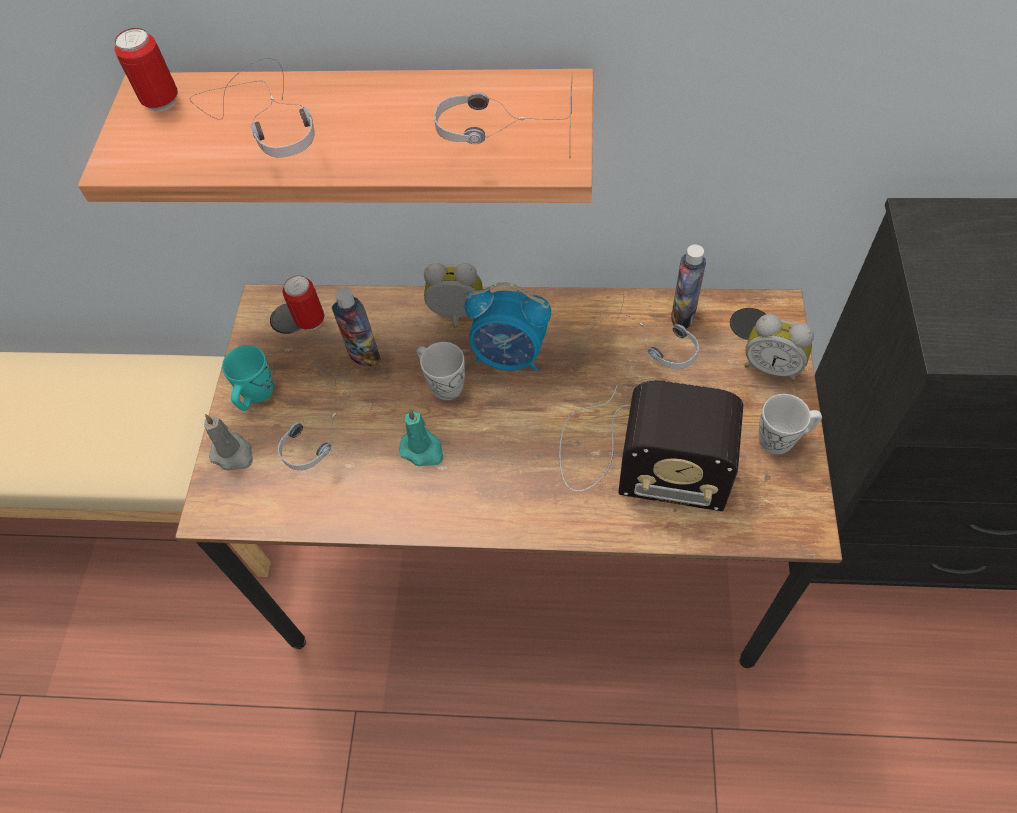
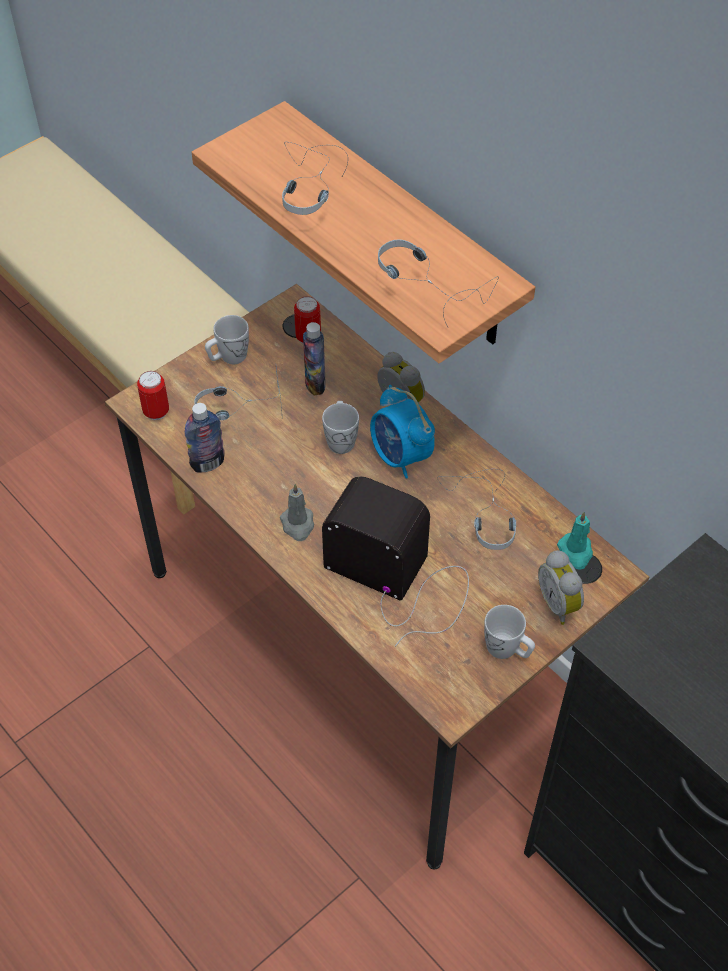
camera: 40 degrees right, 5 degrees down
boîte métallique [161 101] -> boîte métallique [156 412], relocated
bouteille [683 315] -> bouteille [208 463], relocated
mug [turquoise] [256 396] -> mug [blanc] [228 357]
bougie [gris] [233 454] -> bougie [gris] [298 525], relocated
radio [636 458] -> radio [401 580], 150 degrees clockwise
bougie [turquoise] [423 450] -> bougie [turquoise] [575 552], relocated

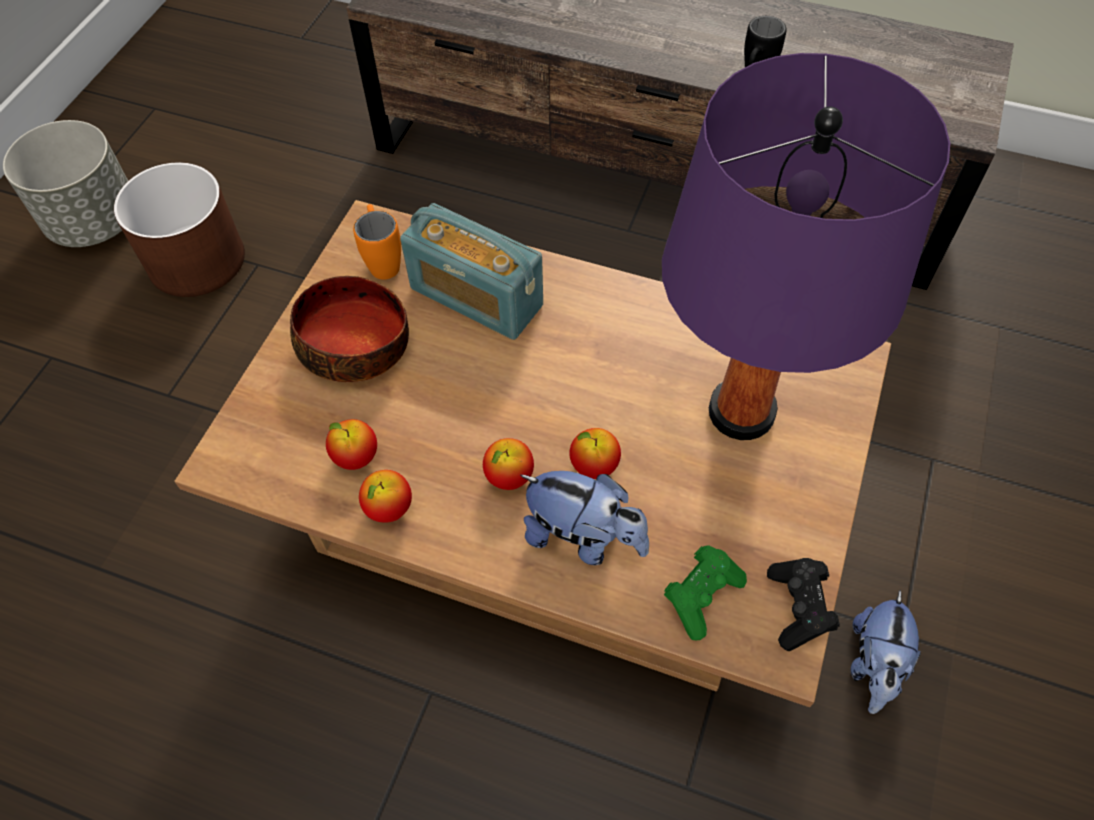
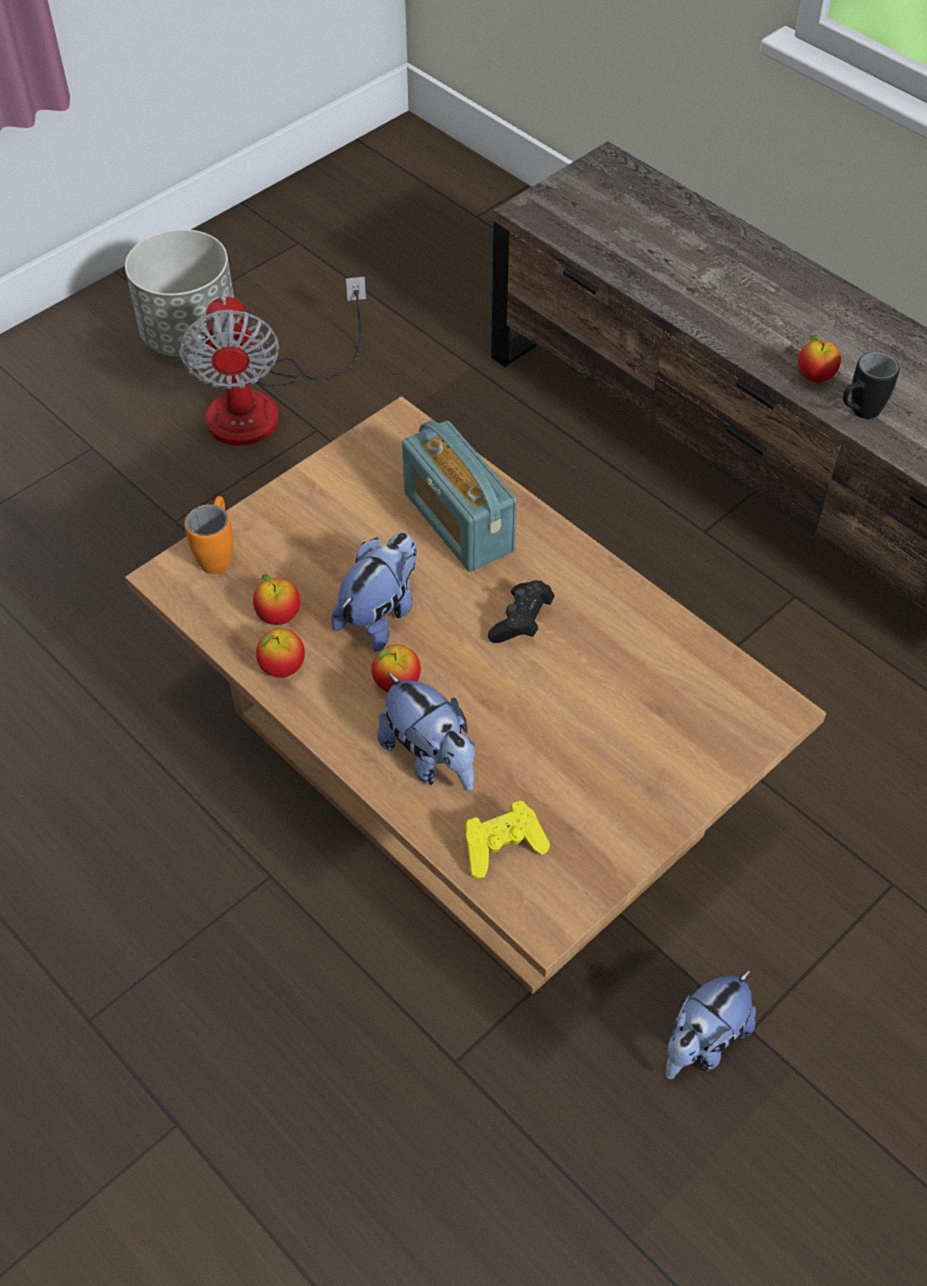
camera: 25 degrees right, 5 degrees down
cache-pot [marron] [197 259] -> ventilateur [264 405]
mug [orange] [383 260] -> mug [orange] [218 554], relocated
none -> peluche [380 615]
manette [vert] [701 596] -> manette [jaune] [502 847]
manette [noir] [798 608] -> manette [noir] [521 622], relocated
pomme [594 466] -> pomme [815 376], relocated
bol [356 345] -> none
lampe de table [violet] [742 412] -> none

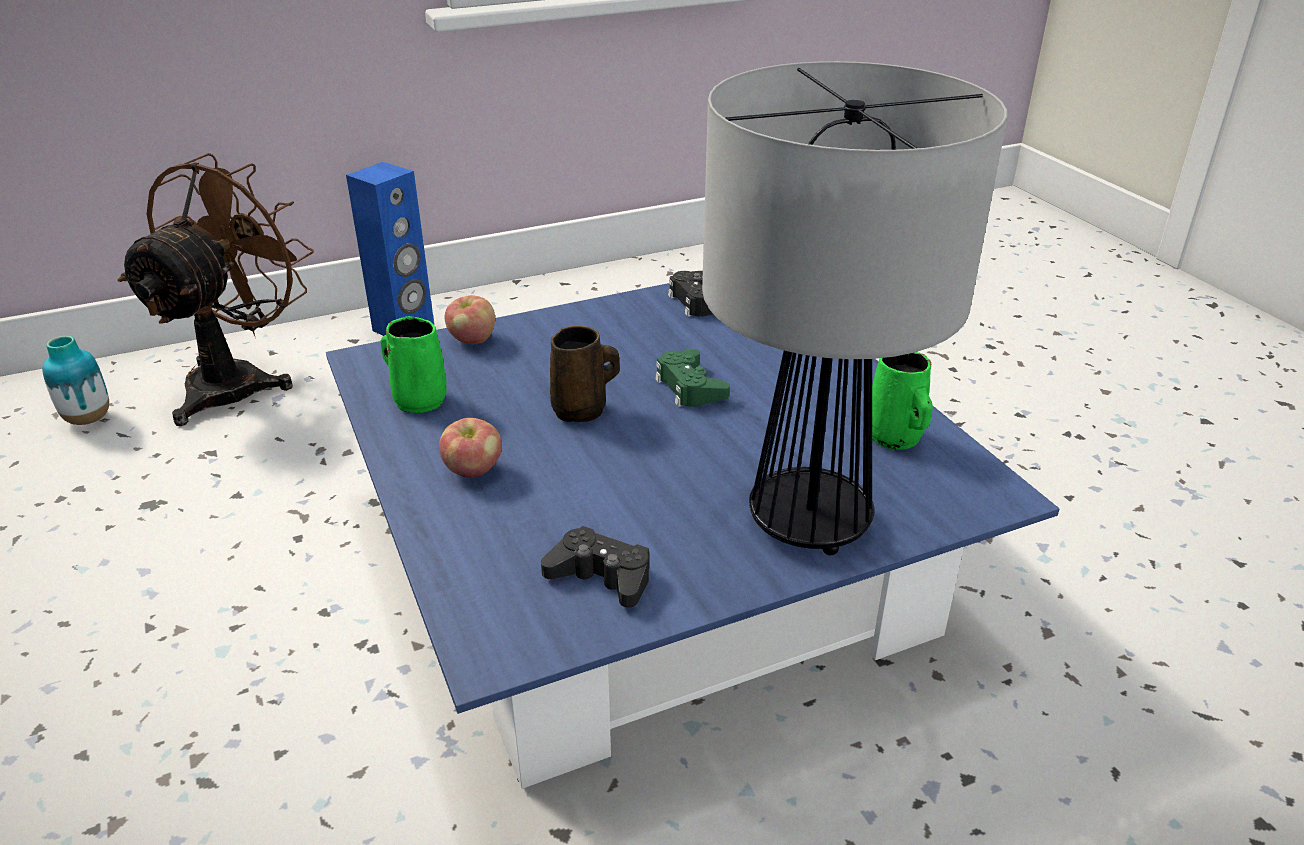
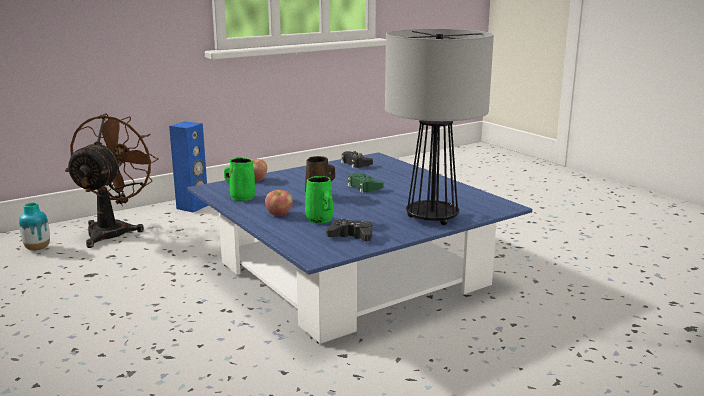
camera: 10 degrees left, 15 degrees down
mug [vert] [895 438] -> mug [vert] [320 220], relocated

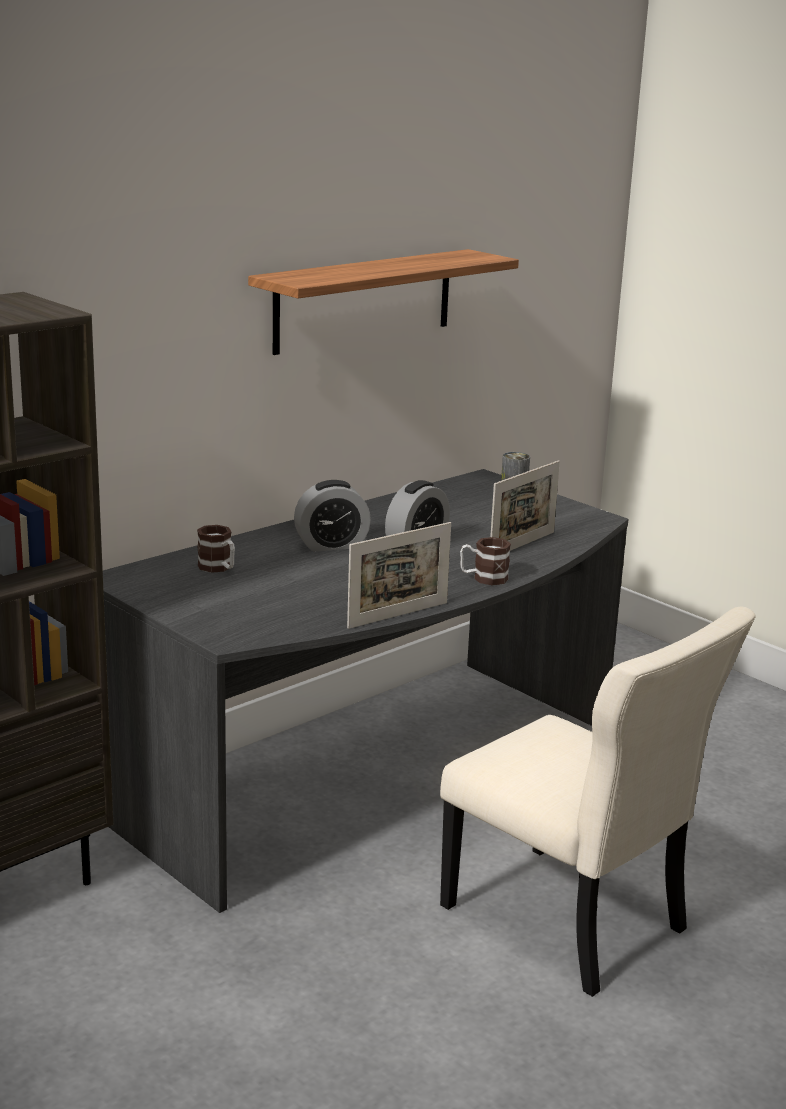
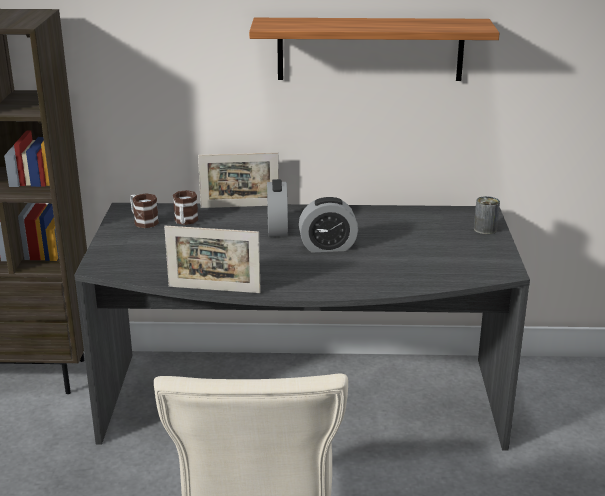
camera: 45 degrees right, 5 degrees up
mug [483 578] -> mug [143 221], relocated
cadre photo [522 545] -> cadre photo [240 206], relocated
réveil [331 545] -> réveil [277 228], 60 degrees clockwise

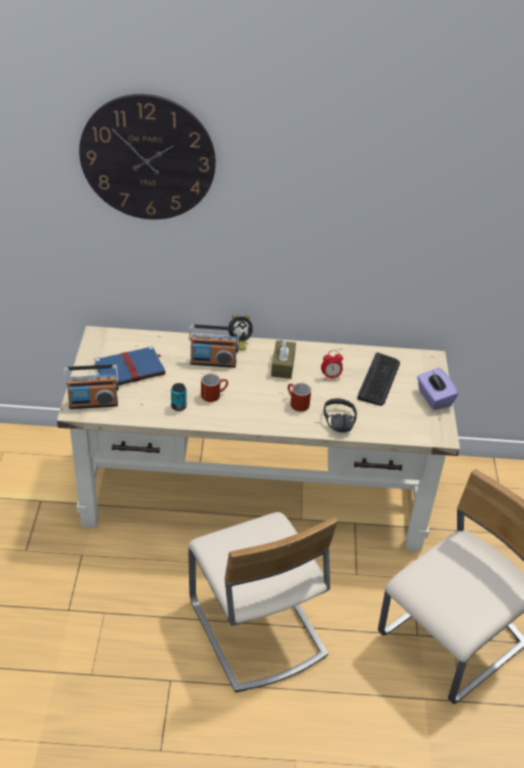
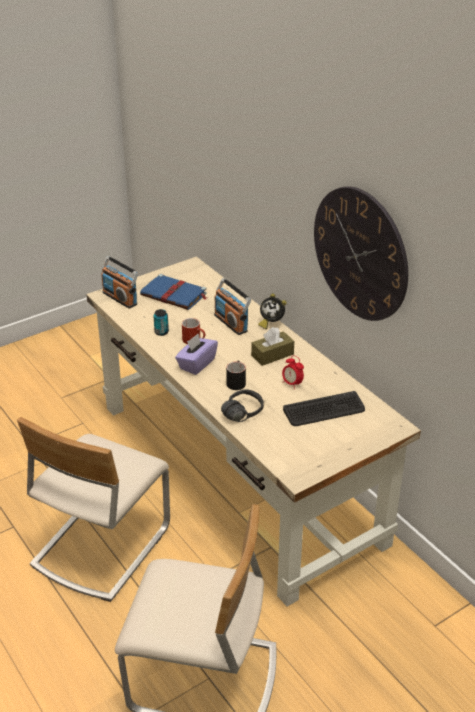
camera: 55 degrees right, 5 degrees down
boîte à mouchoirs [violet] [434 398] -> boîte à mouchoirs [violet] [196 364], relocated
mug [rouge] [296 403] -> mug [noir] [236 381]
horloge murale [147 158] -> horloge murale [360 254], relocated

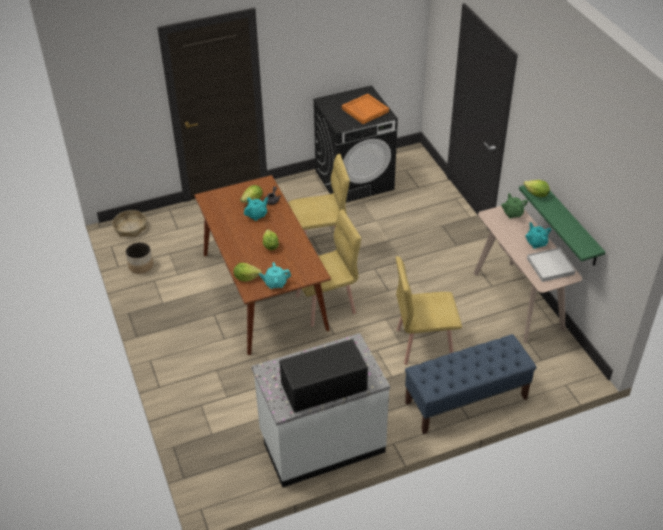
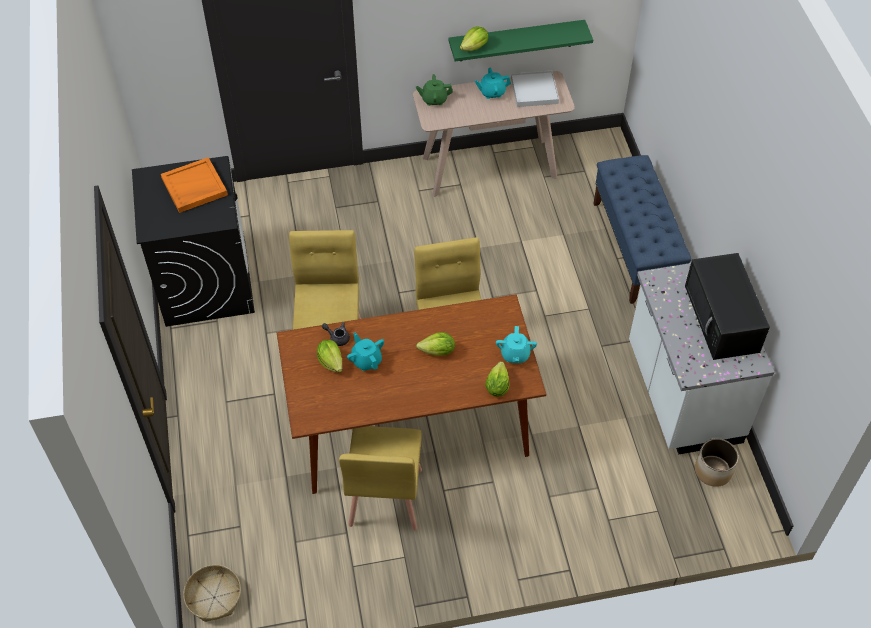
camera: 80 degrees left, 10 degrees up
chaise [jaune] [423 344] -> chaise [jaune] [384 497], relocated
cache-pot [141 266] -> cache-pot [713 470], relocated

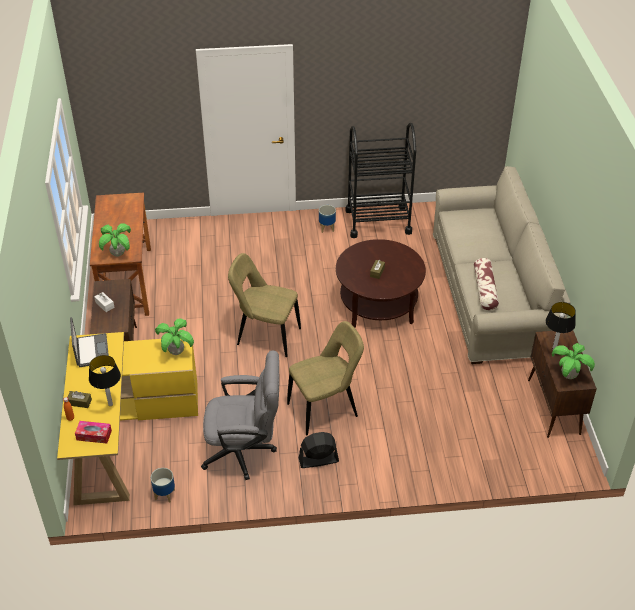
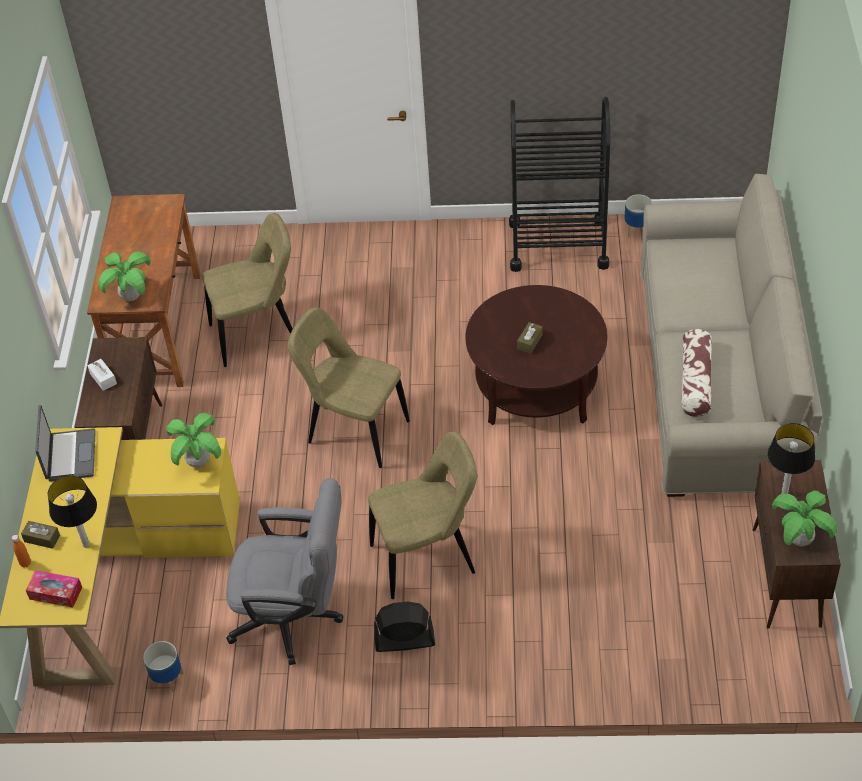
camera: 10 degrees right, 5 degrees up
none -> chaise [beige] [259 335]
cache-pot [327 228] -> cache-pot [637 230], relocated

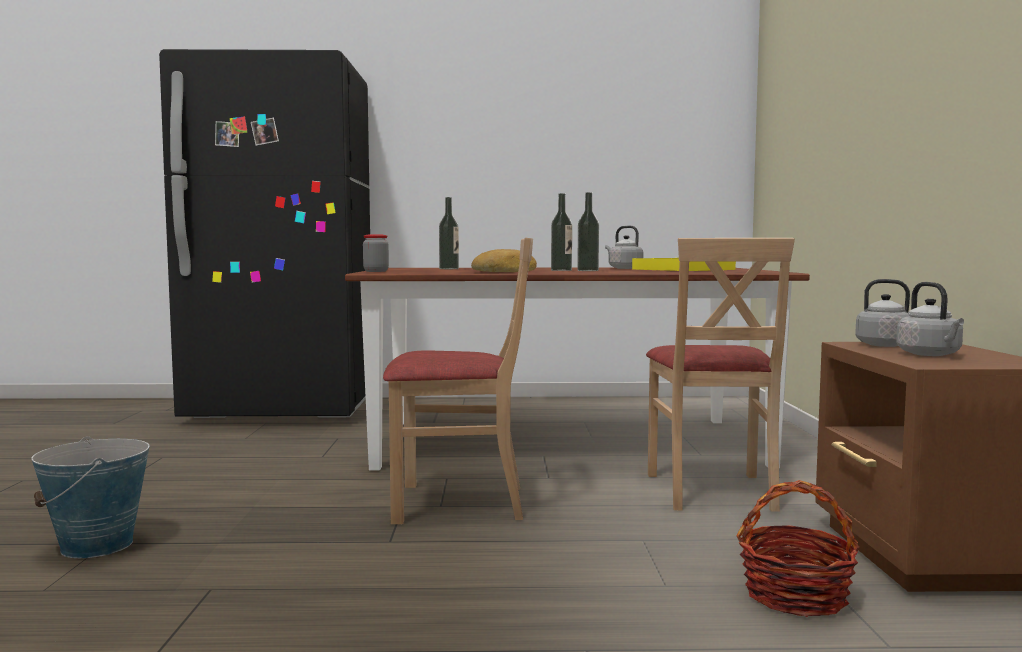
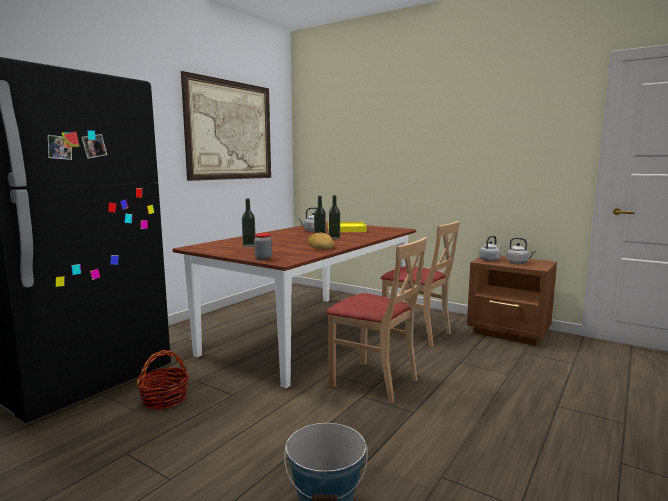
camera: 55 degrees left, 5 degrees up
panier [796 596] -> panier [164 399], relocated
none -> tableau [230 130]
chaise [beige] [459 503] -> chaise [beige] [374 381], 90 degrees clockwise

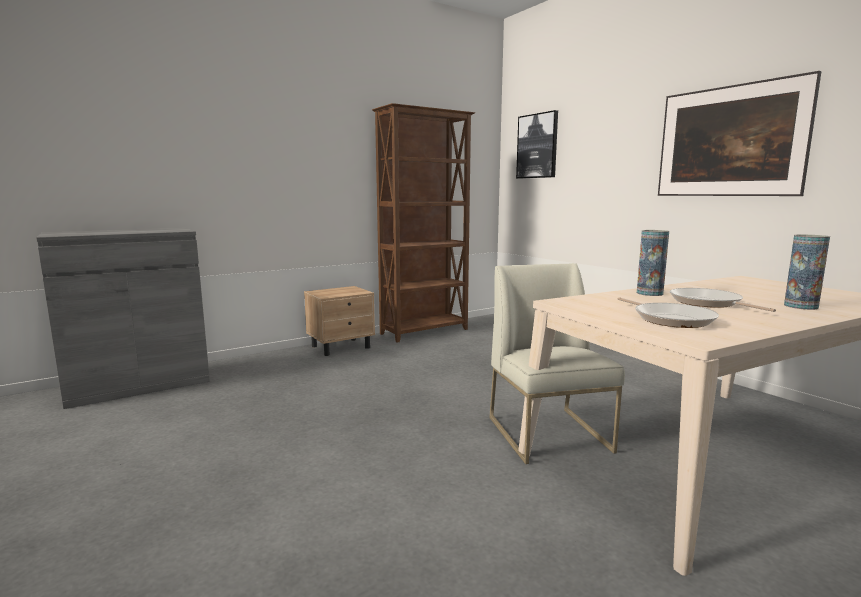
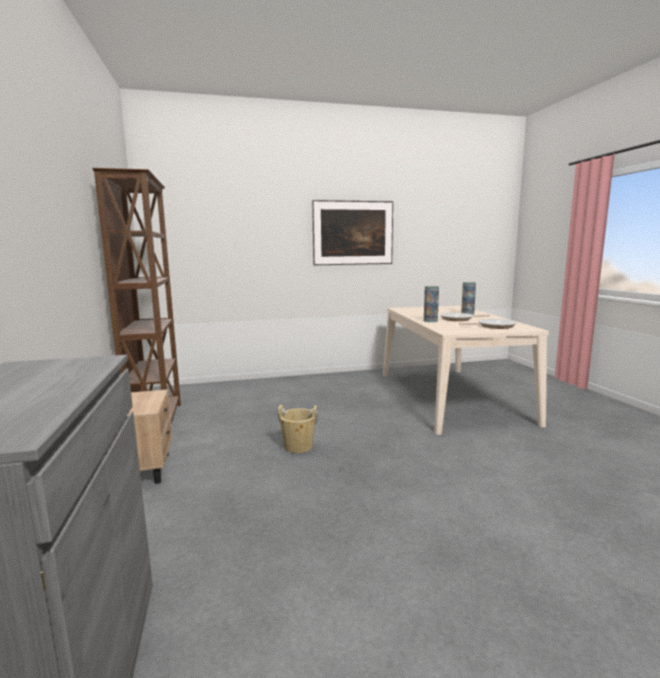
camera: 70 degrees left, 0 degrees up
none -> seau [beige] [298 446]
chaise [blanc] [549 434] -> none
tableau [537 146] -> none

